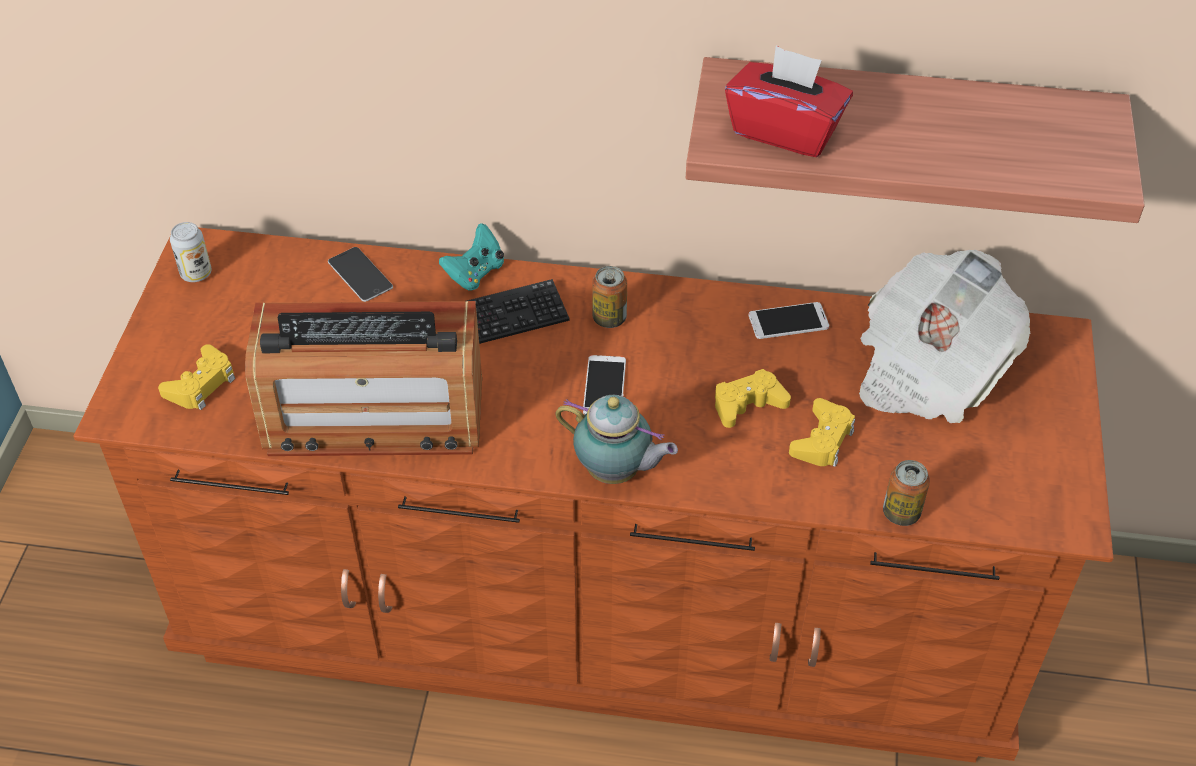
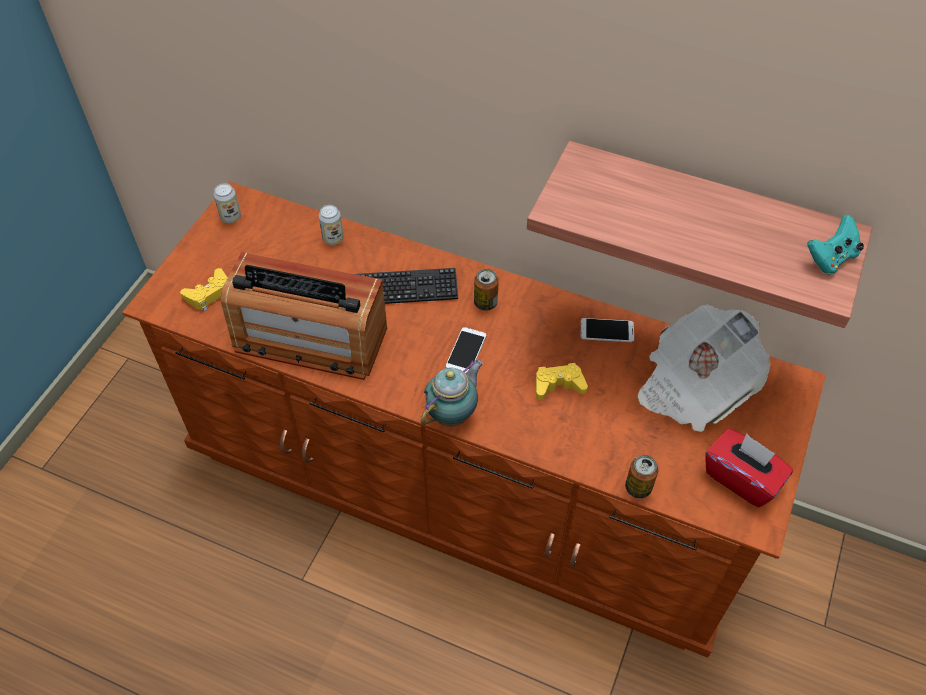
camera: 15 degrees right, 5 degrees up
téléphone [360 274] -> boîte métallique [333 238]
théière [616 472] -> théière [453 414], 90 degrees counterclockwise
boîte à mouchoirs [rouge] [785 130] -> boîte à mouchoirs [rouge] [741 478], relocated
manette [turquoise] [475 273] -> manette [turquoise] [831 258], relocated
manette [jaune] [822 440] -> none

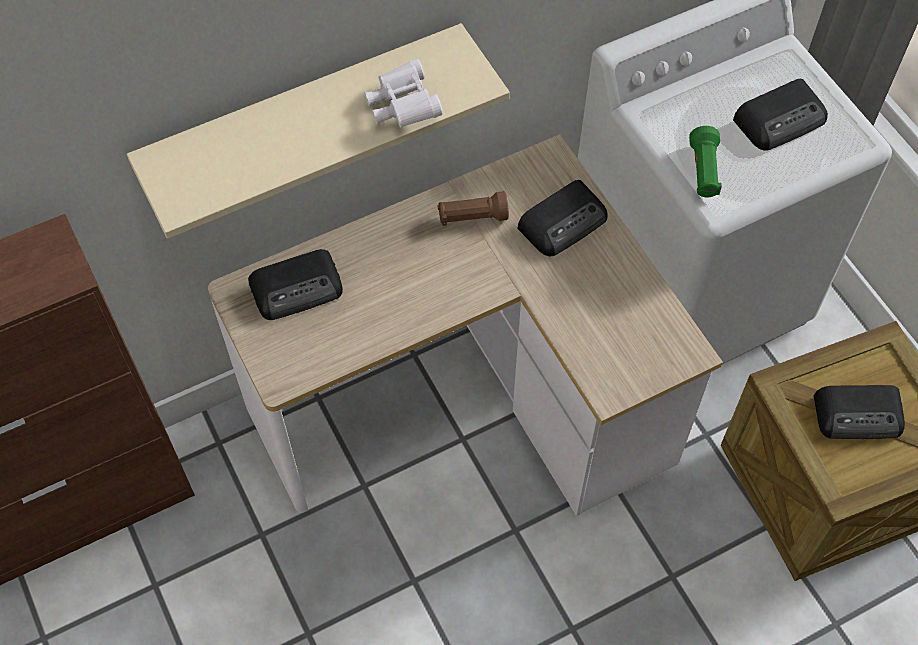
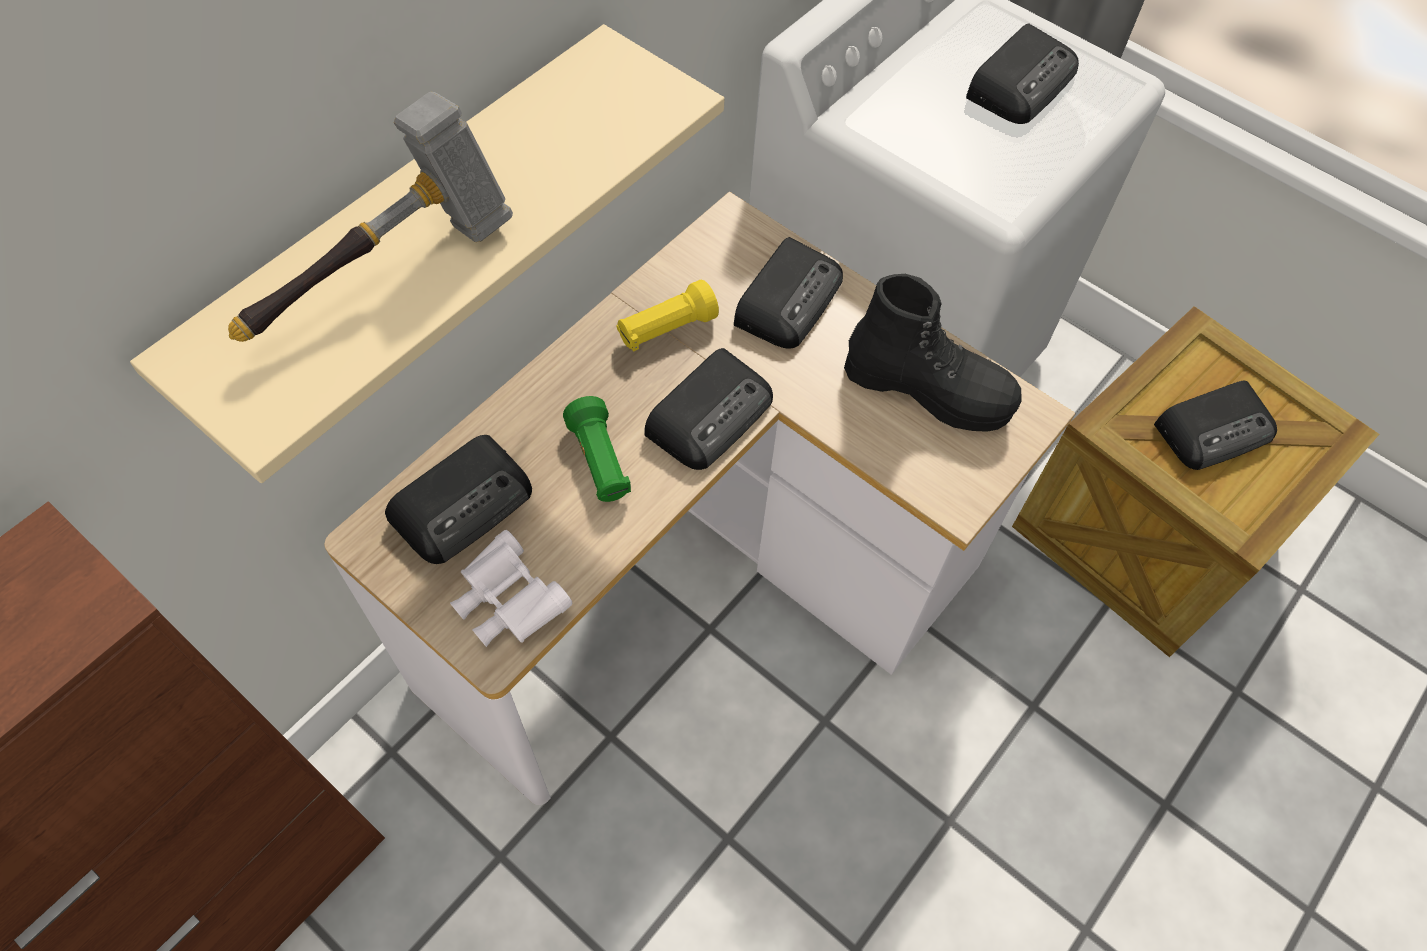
camera: 25 degrees left, 0 degrees up
none -> marteau [386 274]
jumelles [blanc] [403 107] -> jumelles [blanc] [508 602], relocated
lampe de poche [vert] [703 172] -> lampe de poche [vert] [599 462], relocated
lampe de poche [marron] [472 217] -> lampe de poche [jaune] [666 329]
none -> radio [710 413]
none -> botte [noir] [928 389]

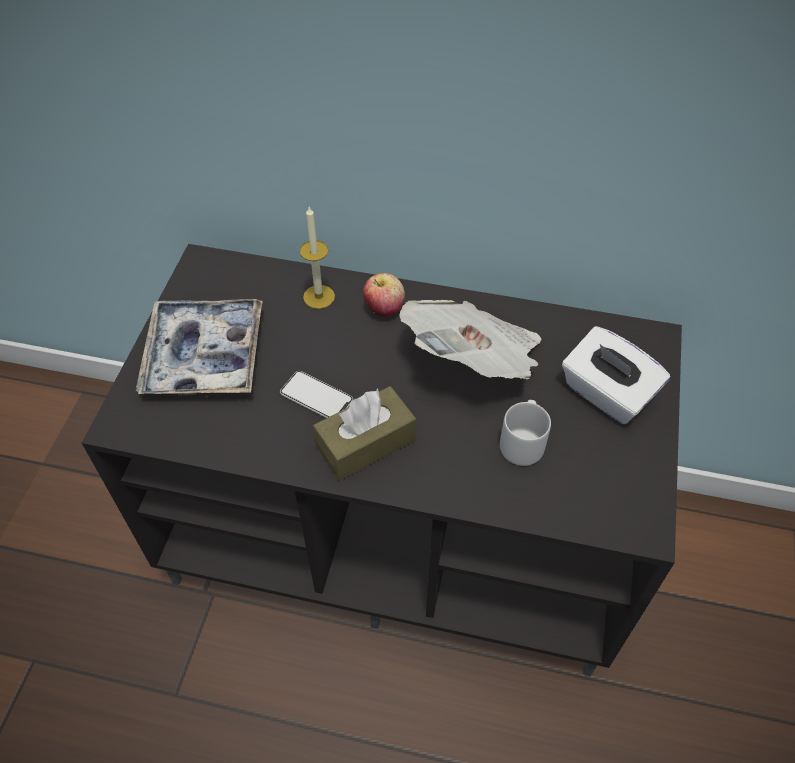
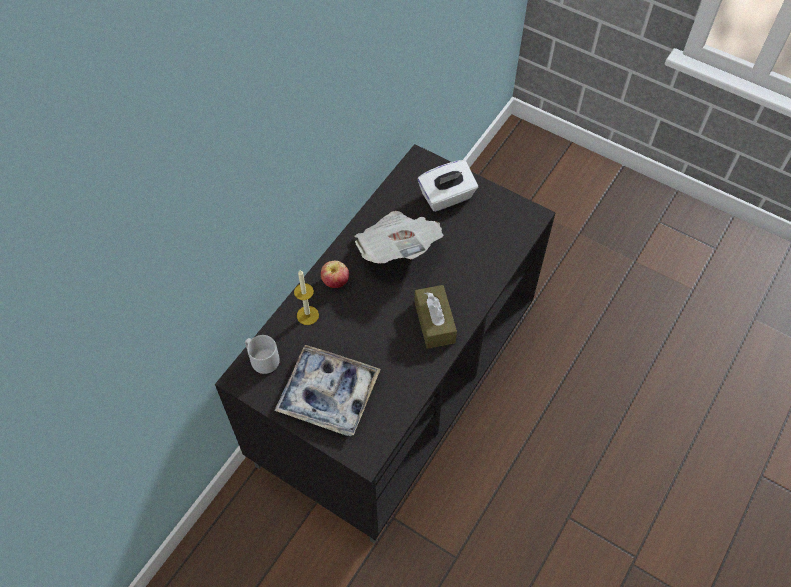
camera: 70 degrees left, 5 degrees up
mug [gris] [523 442] -> mug [gris] [262 359], relocated
téléphone [316 397] -> none

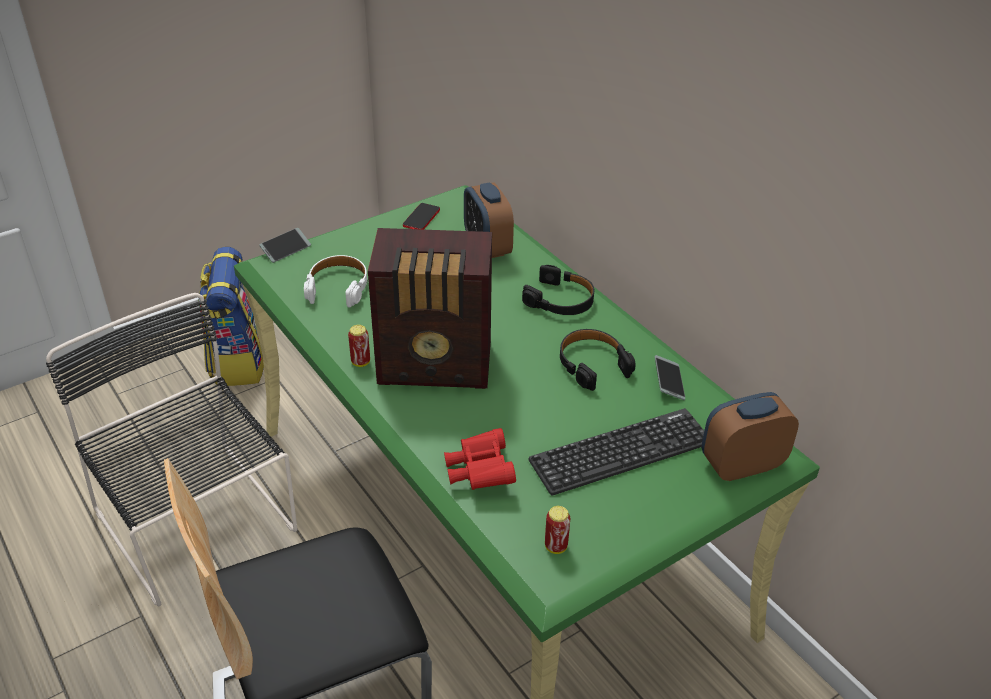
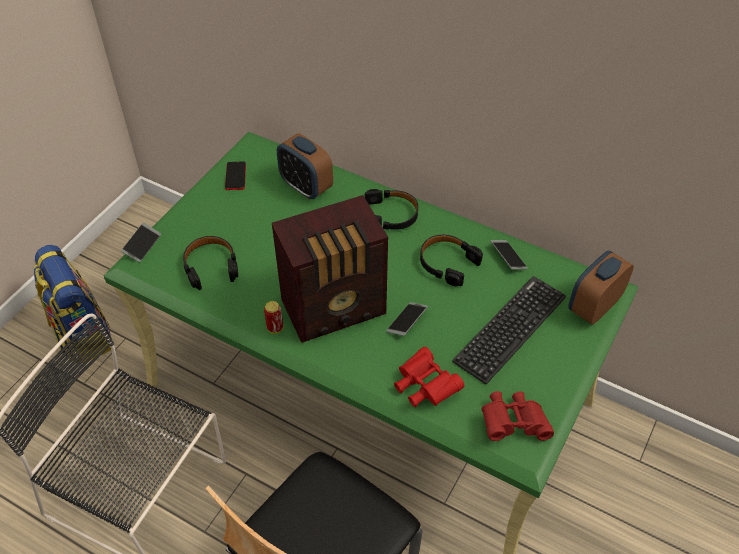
camera: 25 degrees left, 10 degrees up
casque audio [blanc] [338 287] -> casque audio [noir] [211 266]
none -> téléphone [406 322]
boîte métallique [556 546] -> jumelles [rouge] [513 423]

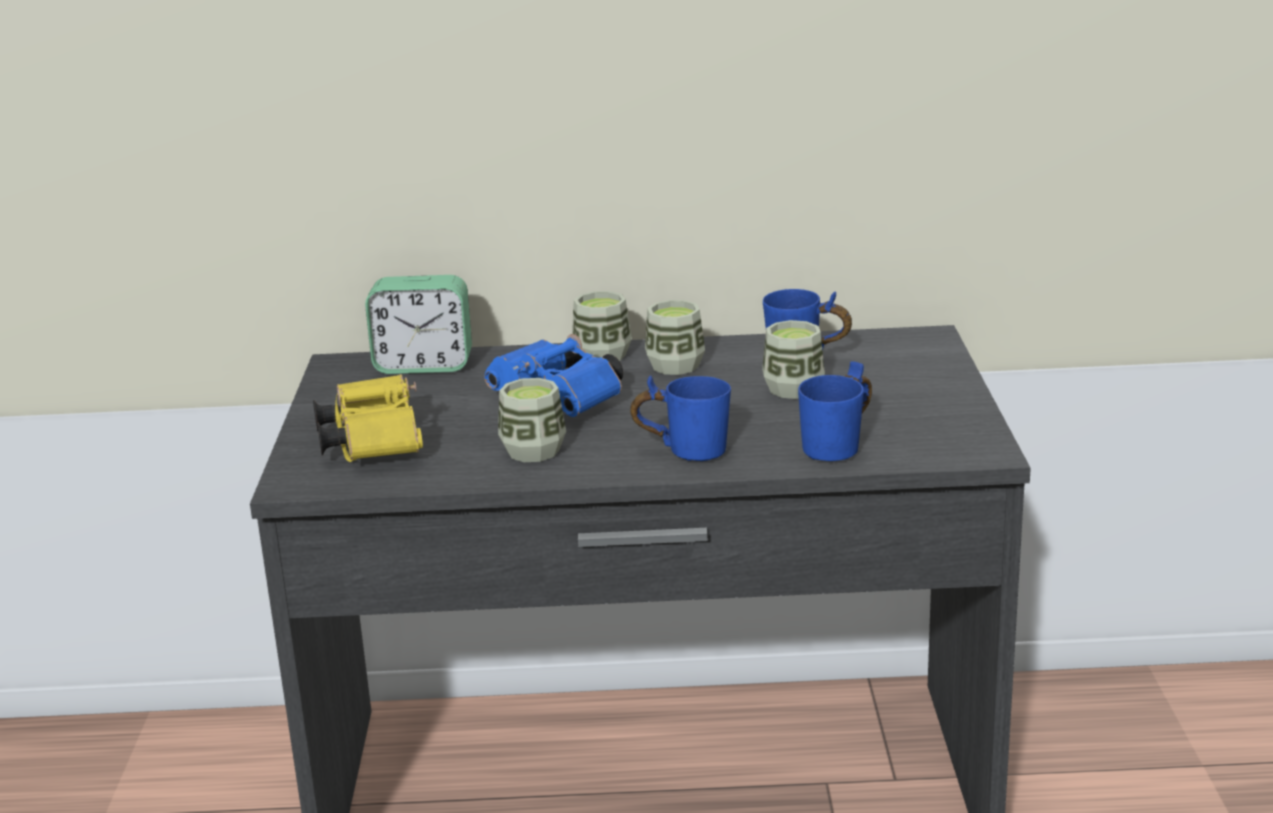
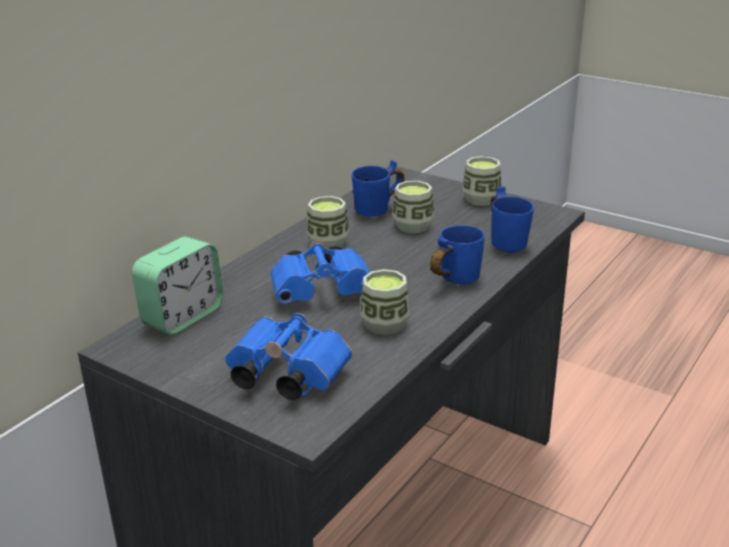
camera: 55 degrees left, 5 degrees up
jumelles [jaune] [372 442] -> jumelles [bleu] [283 376]
tasse [602 356] -> tasse [481 199], relocated

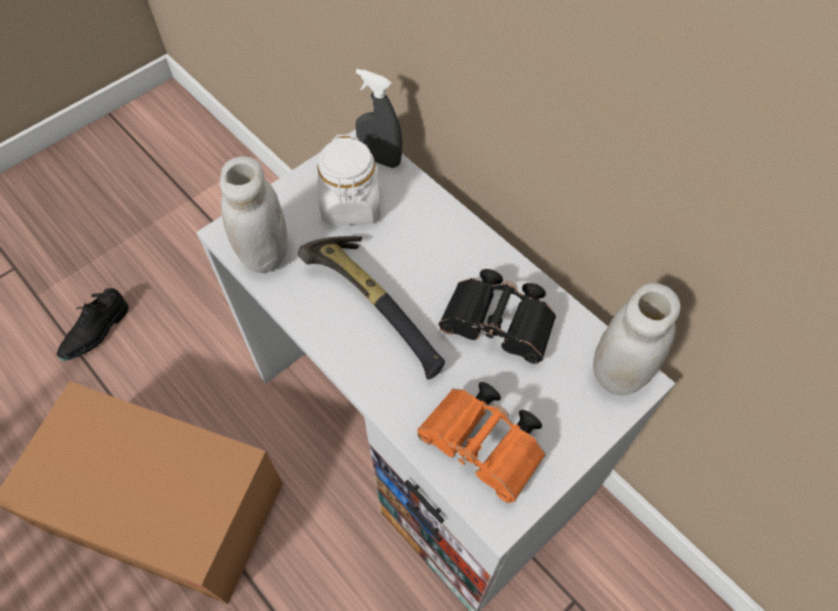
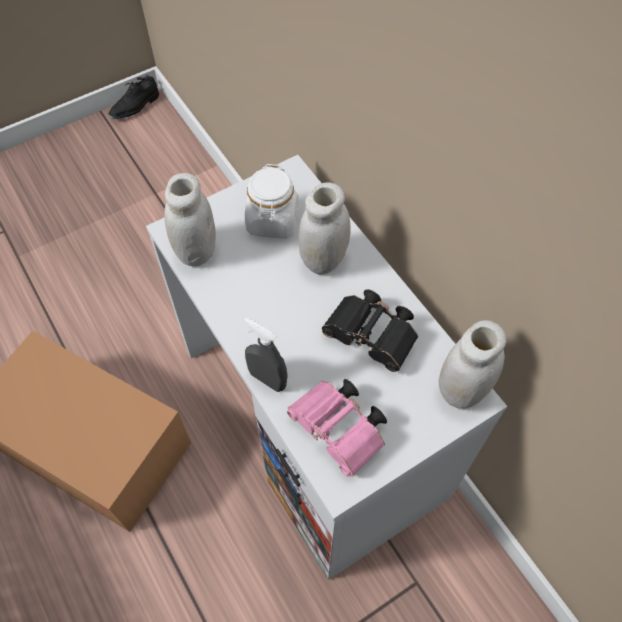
camera: 10 degrees right, 0 degrees up
chaussure [noir] [96 332] -> chaussure [noir] [135 107], relocated
vaporisateur [gris] [380 159] -> vaporisateur [gris] [267 379], relocated
jumelles [orange] [485 448] -> jumelles [rose] [340 432]
none -> bocal [blanc] [324 259]
marteau [378 305] -> none

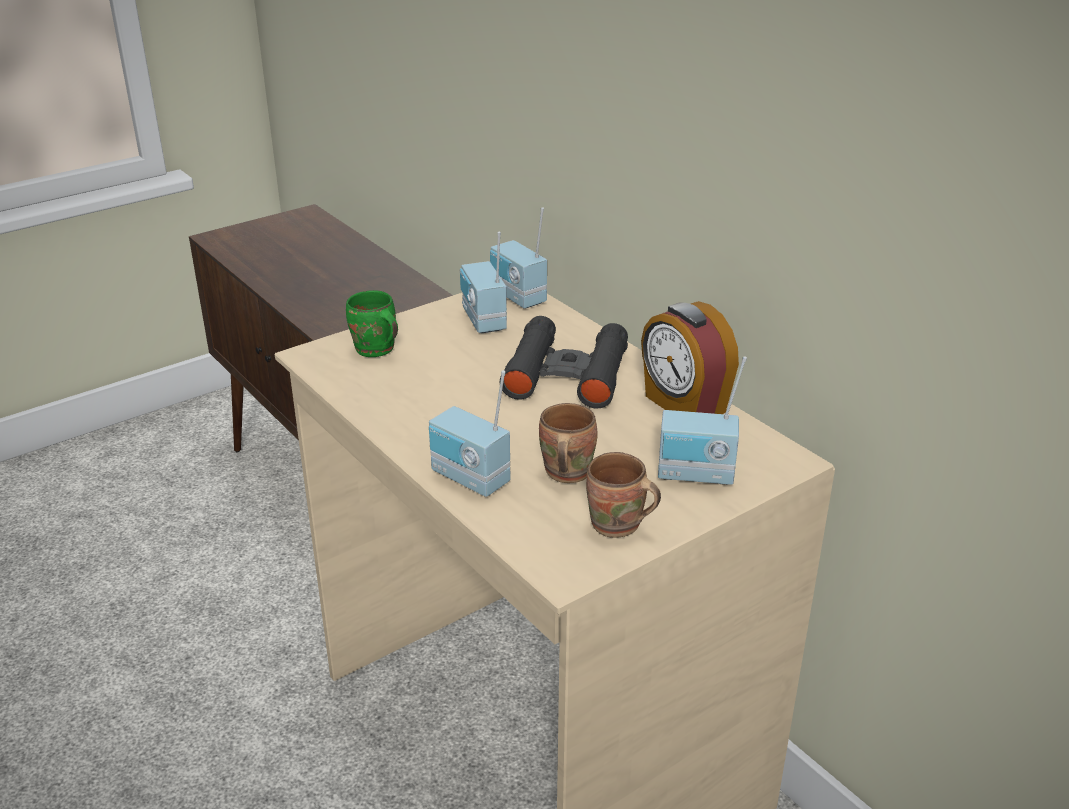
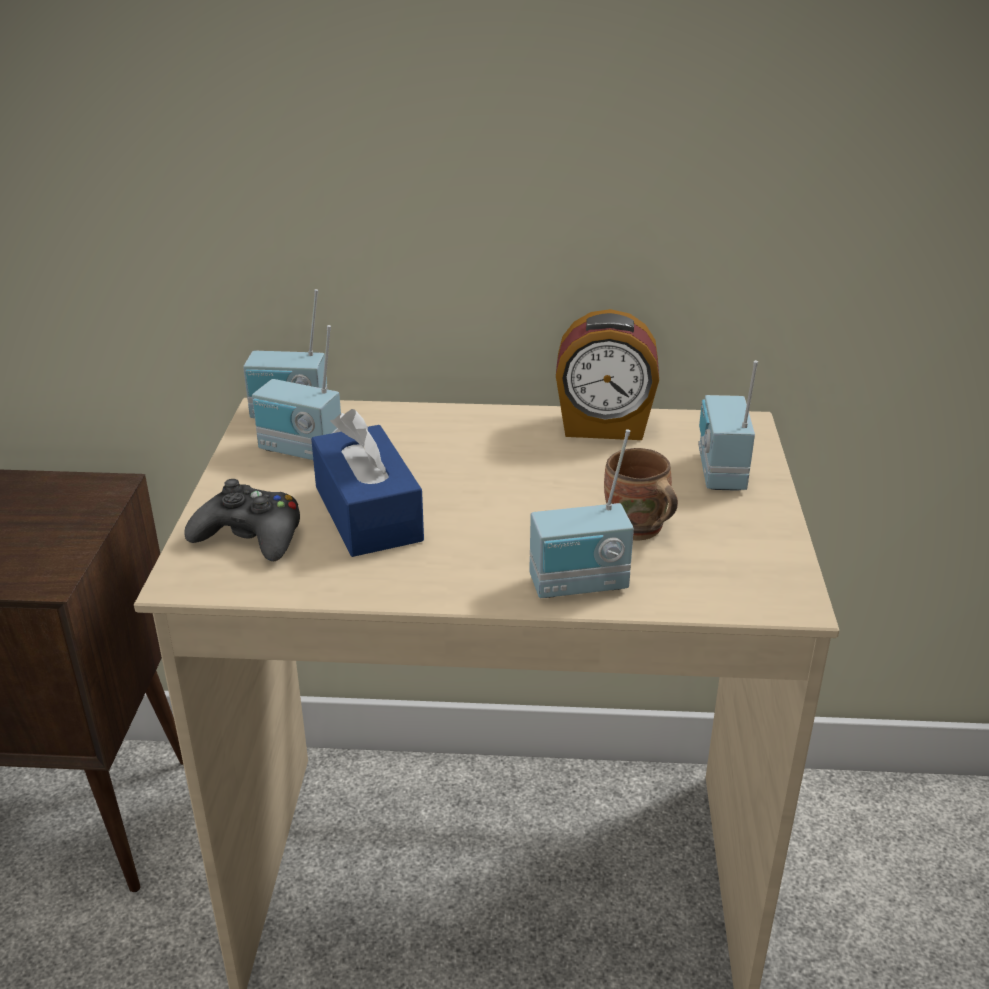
camera: 50 degrees left, 0 degrees up
mug [vert] [374 351] -> manette [noir] [250 536]
none -> boîte à mouchoirs [bleu] [368 513]
radio [695 476] -> radio [718 472], 135 degrees clockwise
jumelles [noir] [566 374] -> none
mug [marron] [617 527] -> none

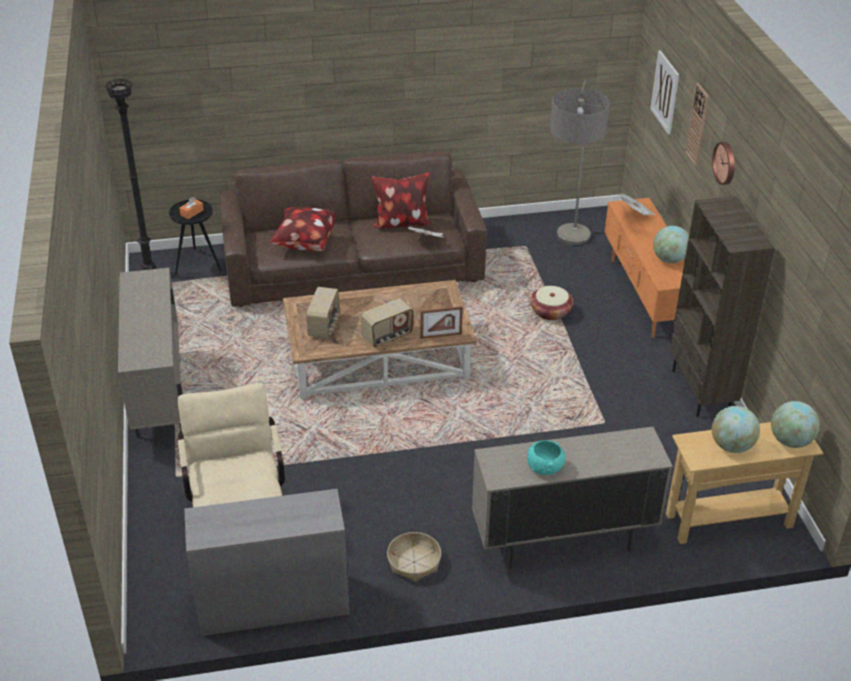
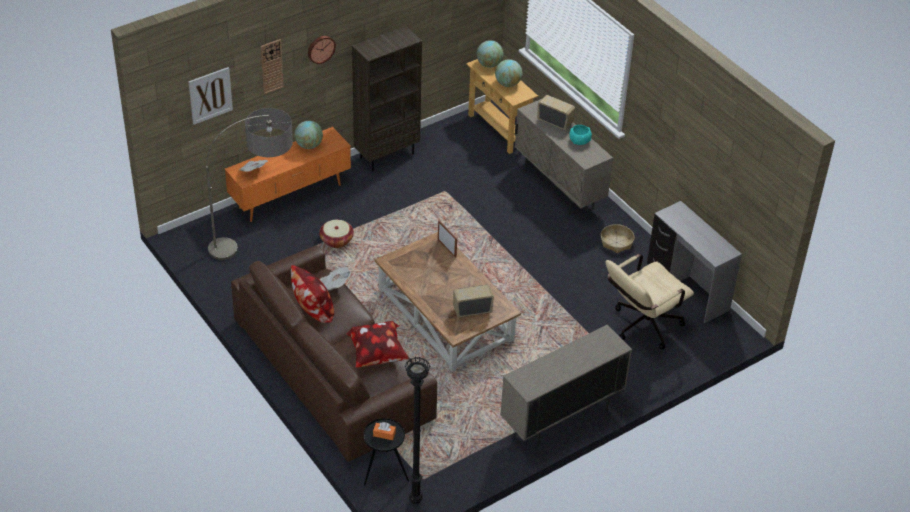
camera: 115 degrees left, 5 degrees up
radio [388 336] -> radio [555 122], relocated

